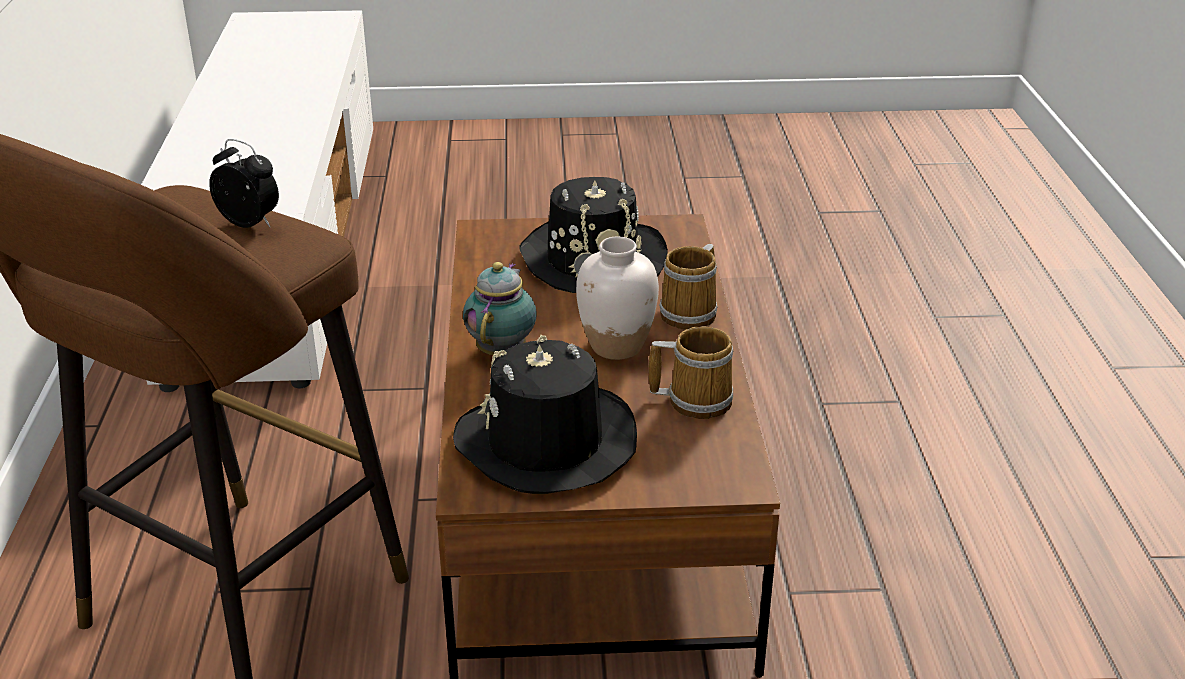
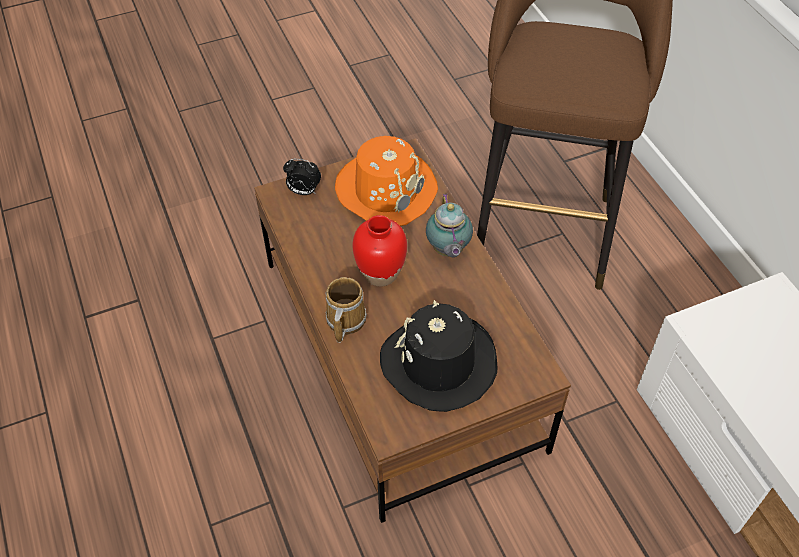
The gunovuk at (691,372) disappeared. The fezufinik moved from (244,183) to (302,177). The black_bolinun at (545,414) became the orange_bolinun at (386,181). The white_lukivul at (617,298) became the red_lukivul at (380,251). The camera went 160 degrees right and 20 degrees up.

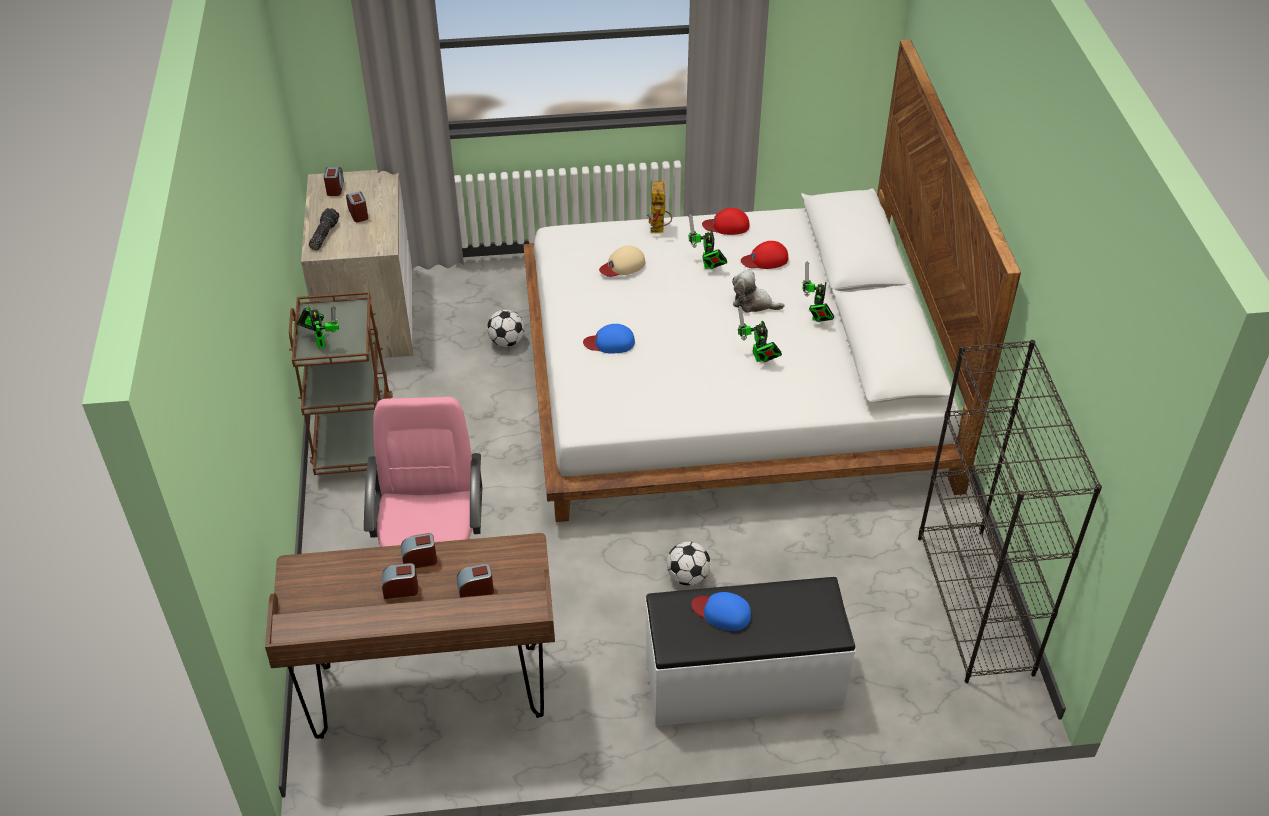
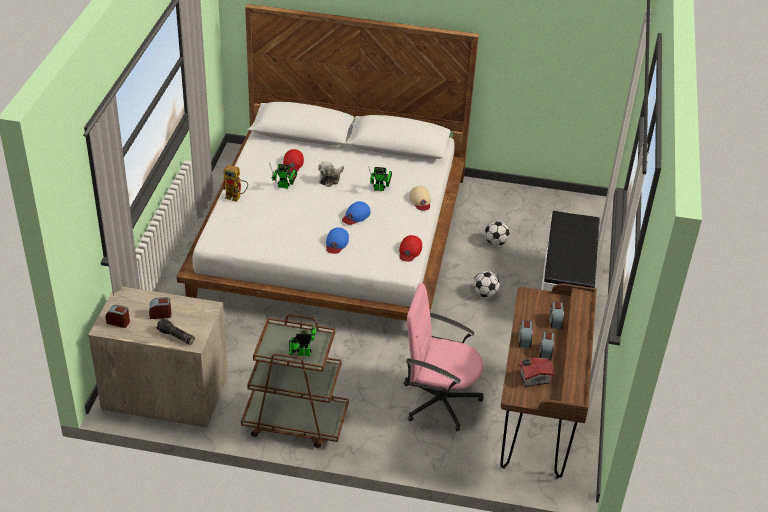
The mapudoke at (818,291) disappeared. The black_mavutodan at (1010,511) disappeared. The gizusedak at (536,372) appeared. The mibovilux moved from (506,328) to (497,233). The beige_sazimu moved from (622,261) to (420,198). The blue_sazimu moved from (721,611) to (356,213). The red_sazimu moved from (726,221) to (410,248). The camera went 75 degrees left and 5 degrees down.

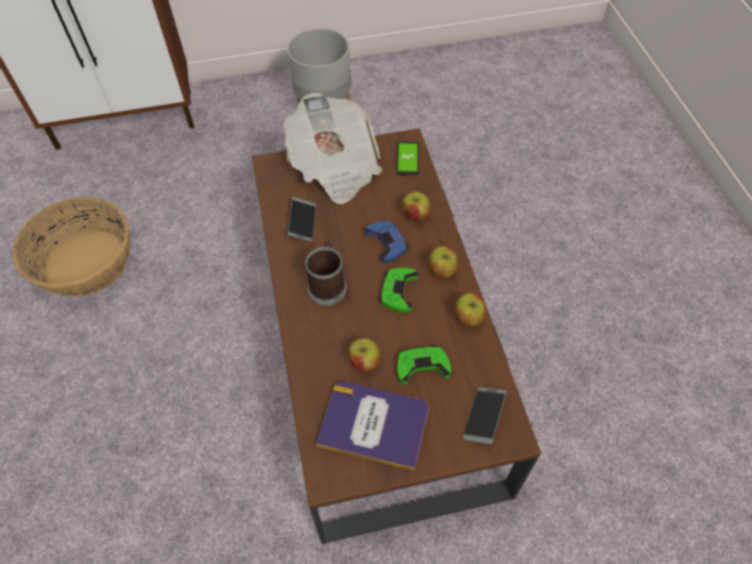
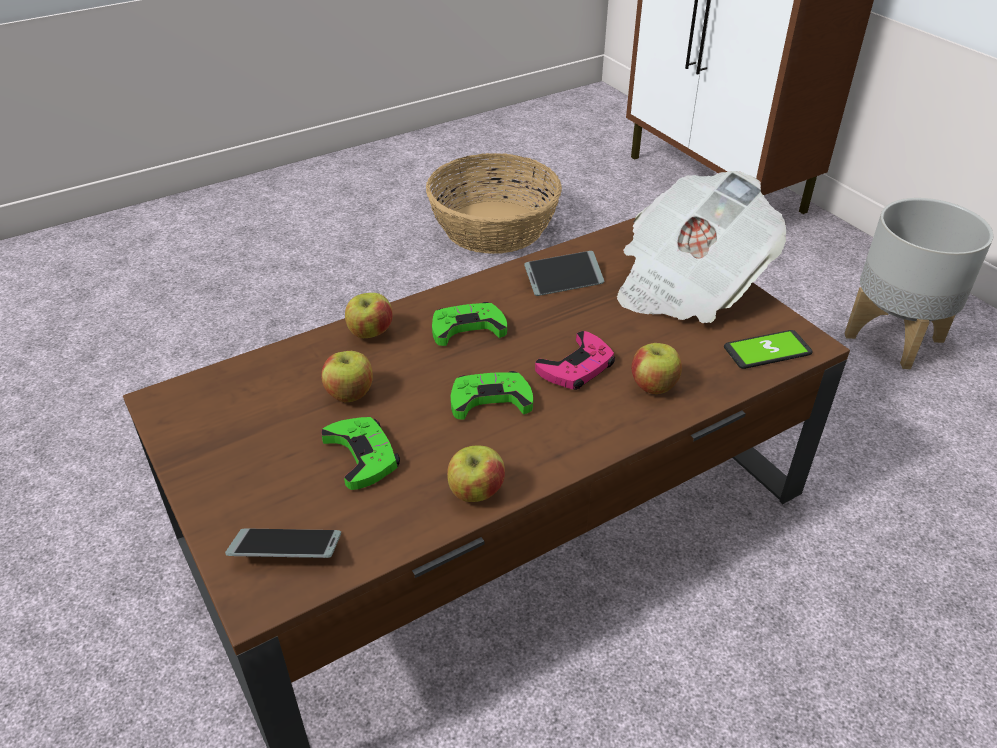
The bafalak at (372,426) disappeared. The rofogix moved from (443,261) to (369,315). The gunovuk at (326,273) was replaced by the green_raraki at (469,324). The blue_raraki at (386,242) became the pink_raraki at (575,360). The camera went 70 degrees right and 15 degrees down.

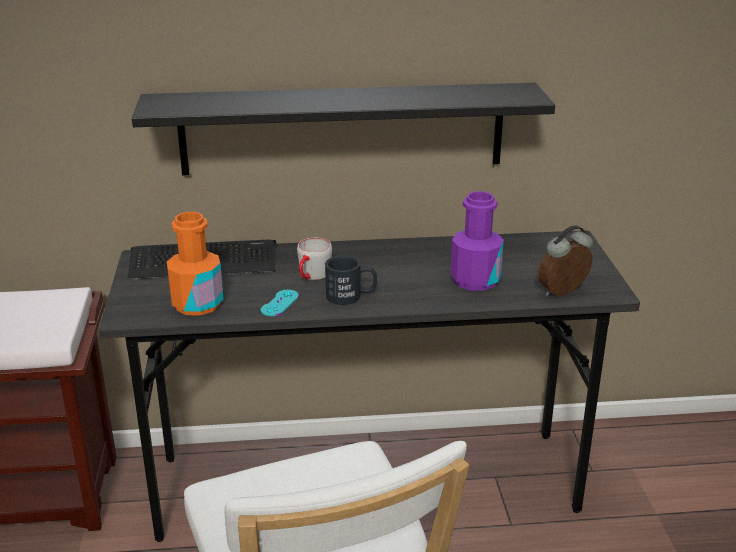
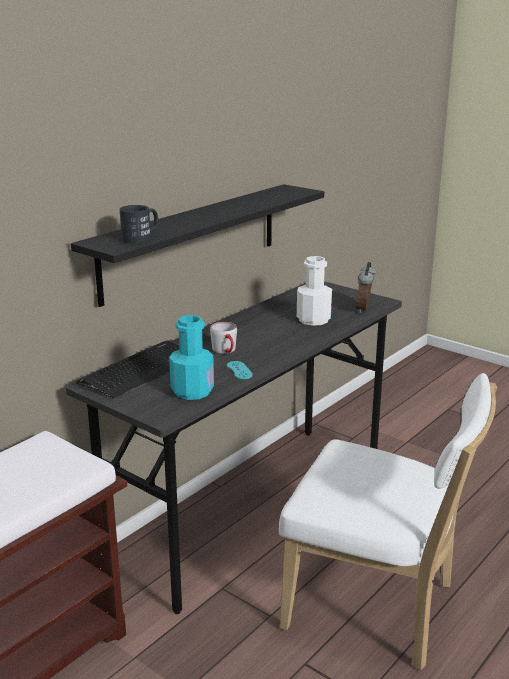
The black_gunovuk moved from (351,280) to (139,224). The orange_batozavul at (195,264) became the turquoise_batozavul at (191,357). The purple_batozavul at (477,241) became the white_batozavul at (314,291). The camera went 45 degrees left and 5 degrees down.

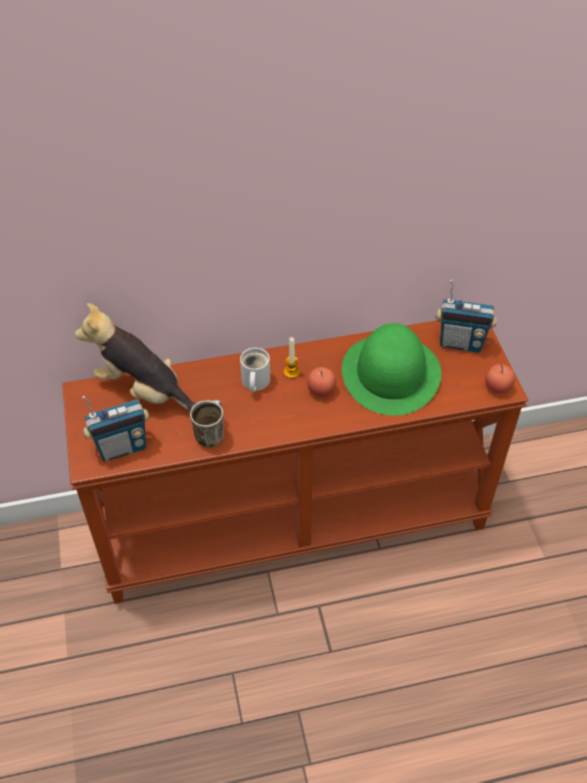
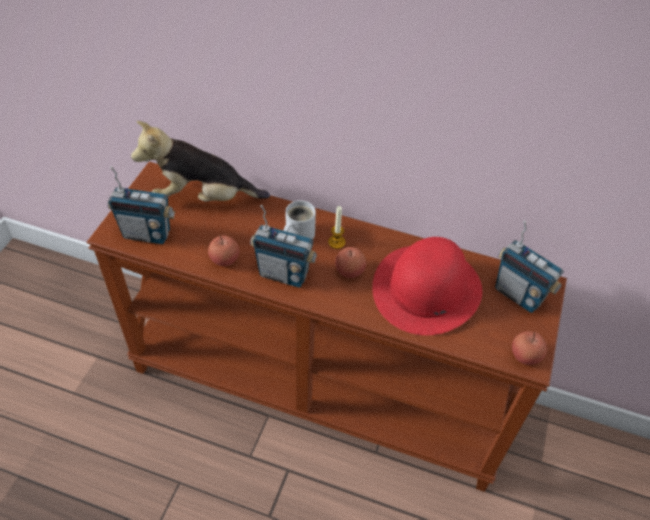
The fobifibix at (283,246) appeared. The gunovuk at (207,424) was replaced by the rofogix at (223,250). The green_bolinun at (391,369) became the red_bolinun at (427,286). The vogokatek at (135,357) turned 60 degrees counterclockwise. The camera went 30 degrees right and 0 degrees up.

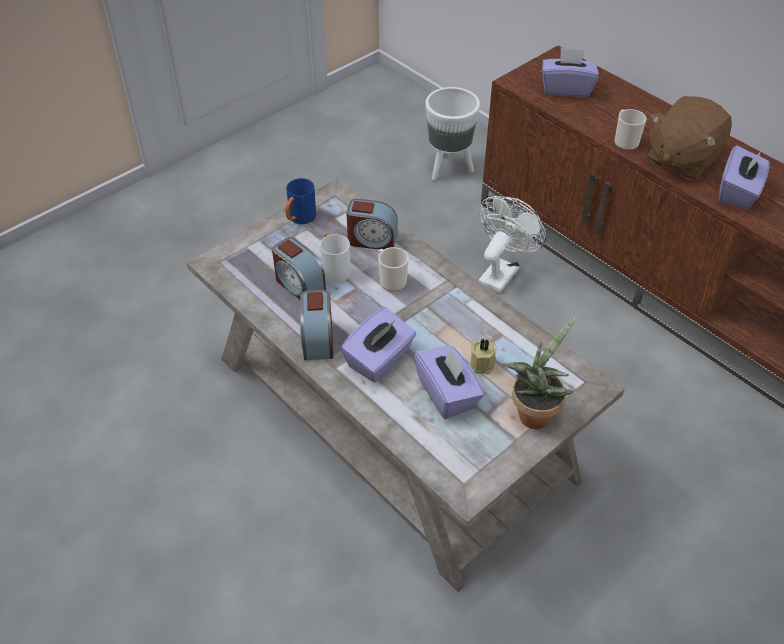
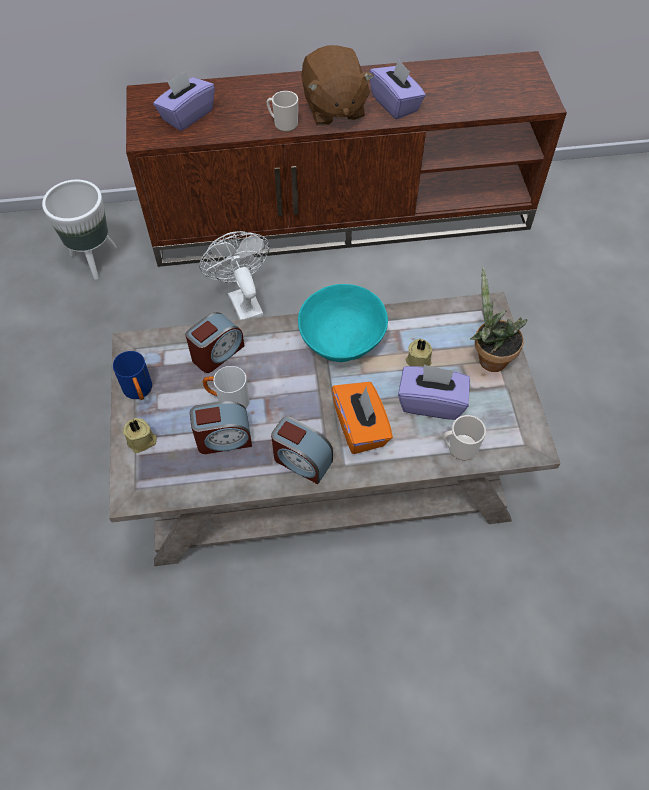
The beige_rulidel at (140,435) appeared. The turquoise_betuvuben at (343,323) appeared. The gunovuk moved from (393,269) to (464,437). The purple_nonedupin at (378,344) became the orange_nonedupin at (362,418). The camera went 55 degrees left and 10 degrees up.

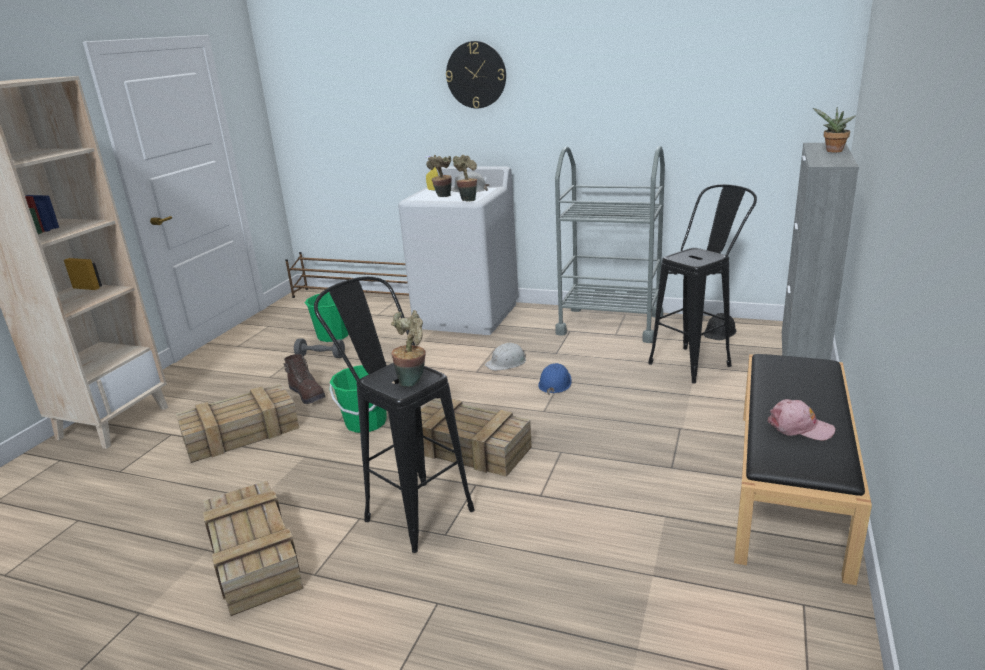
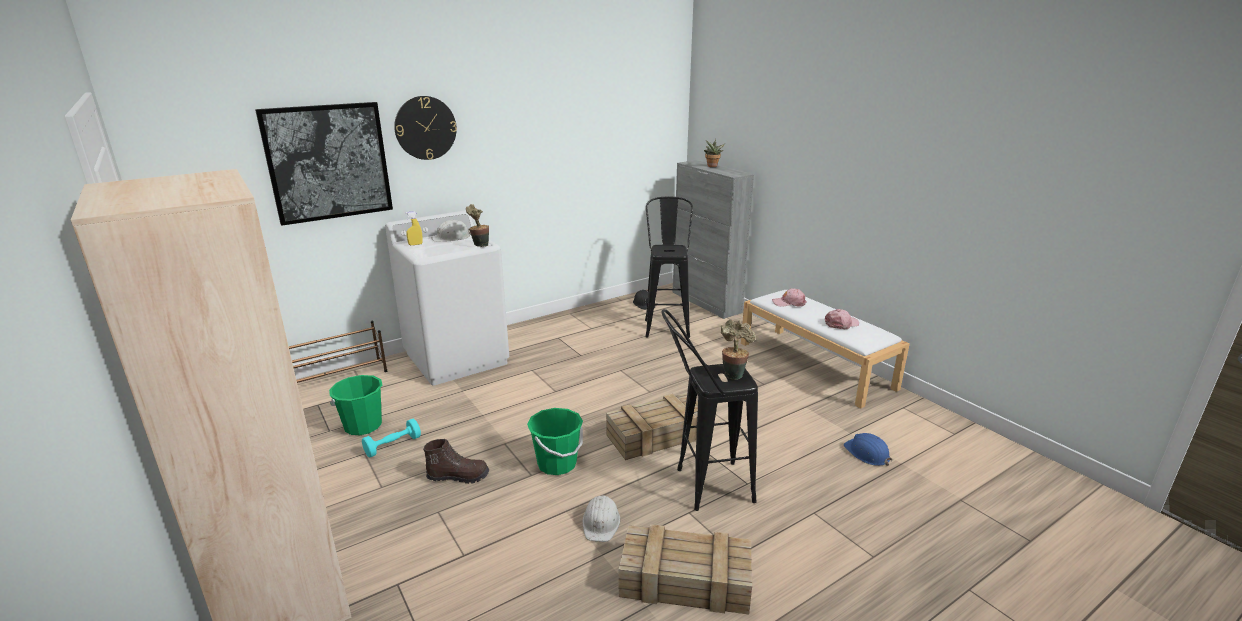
The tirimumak at (237,423) disappeared. The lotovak at (439,176) disappeared. The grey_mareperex at (610,244) disappeared. The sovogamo at (324,164) appeared. The pink_sazimu at (789,297) appeared. The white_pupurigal moved from (505,357) to (601,519). The blue_pupurigal moved from (555,379) to (868,449). The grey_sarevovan at (319,348) became the turquoise_sarevovan at (391,438). The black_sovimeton at (803,469) became the white_sovimeton at (825,349). The camera went 55 degrees left and 0 degrees up.

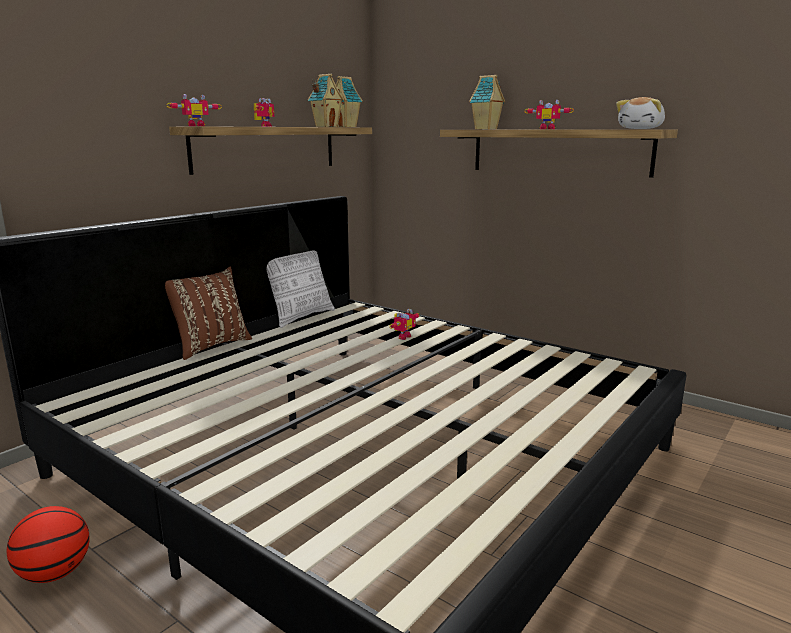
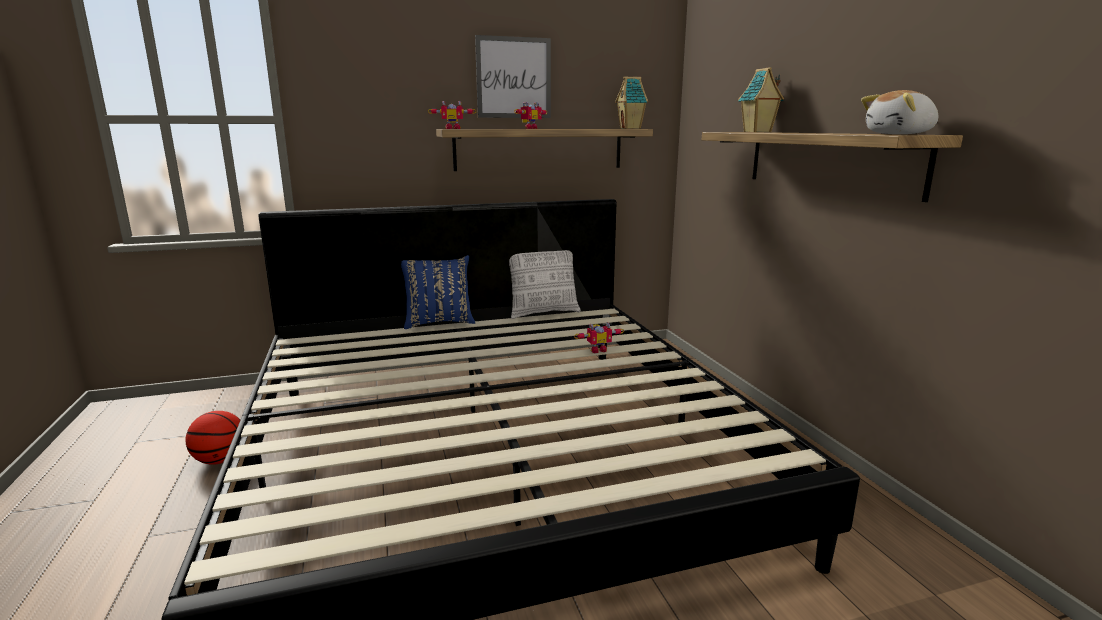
The gizusedak at (326,100) disappeared. The mapudoke at (549,114) disappeared. The sovogamo at (513,76) appeared. The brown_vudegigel at (208,313) became the blue_vudegigel at (438,292). The camera went 35 degrees right and 0 degrees up.

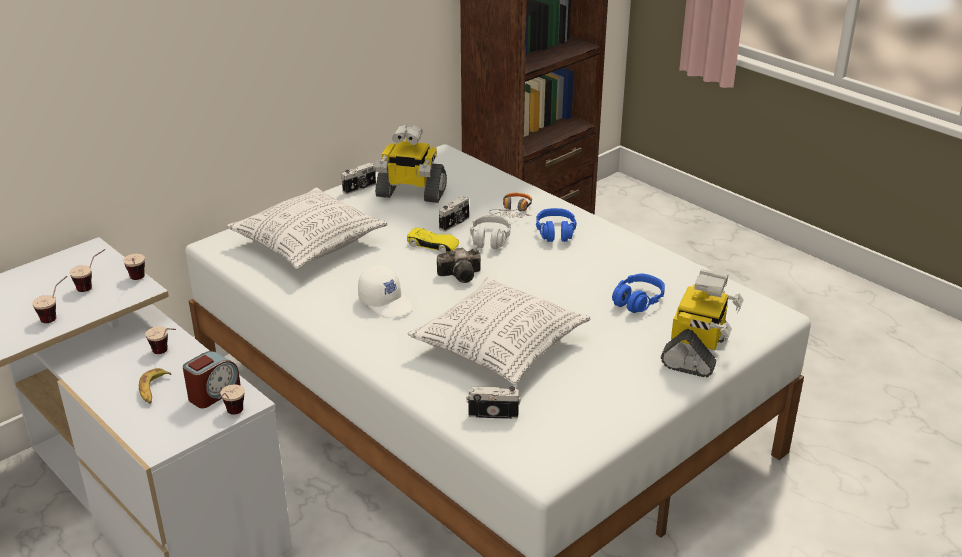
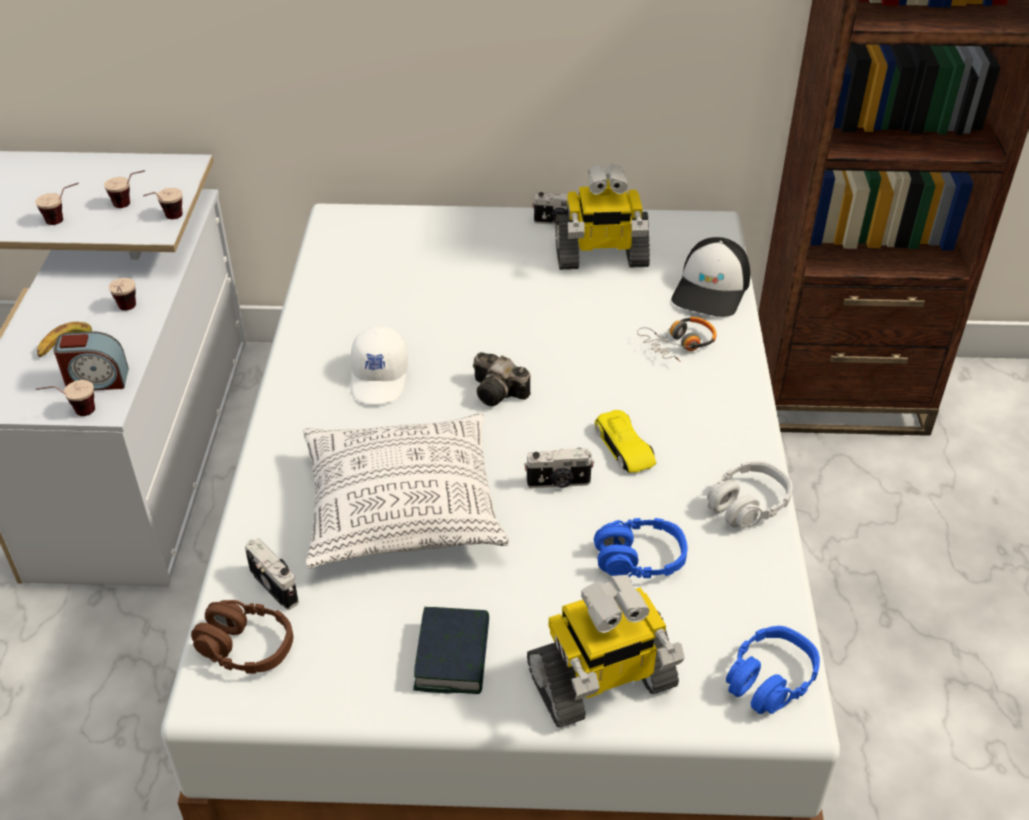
The vudegigel at (307,228) disappeared. The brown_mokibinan at (242,637) appeared. The bafalak at (451,650) appeared. The sazimu at (710,277) appeared. The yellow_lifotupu moved from (433,240) to (625,441). The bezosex moved from (454,214) to (559,468). The grey_mokibinan moved from (490,232) to (750,494). The blue_mokibinan moved from (556,225) to (773,670). The mapudoke at (411,163) turned 60 degrees counterclockwise. The camera went 45 degrees right and 10 degrees up.

